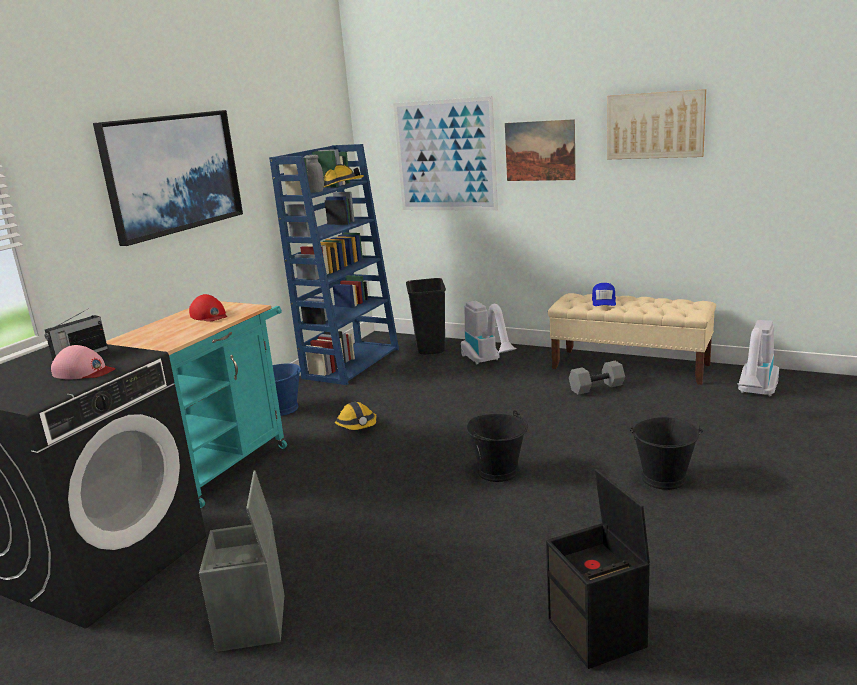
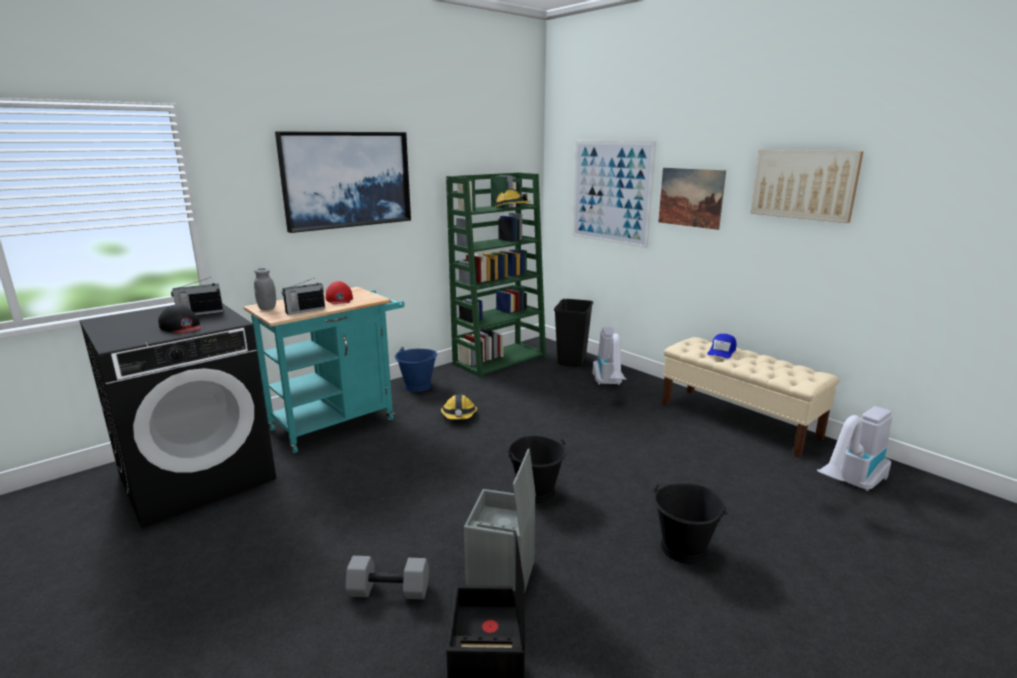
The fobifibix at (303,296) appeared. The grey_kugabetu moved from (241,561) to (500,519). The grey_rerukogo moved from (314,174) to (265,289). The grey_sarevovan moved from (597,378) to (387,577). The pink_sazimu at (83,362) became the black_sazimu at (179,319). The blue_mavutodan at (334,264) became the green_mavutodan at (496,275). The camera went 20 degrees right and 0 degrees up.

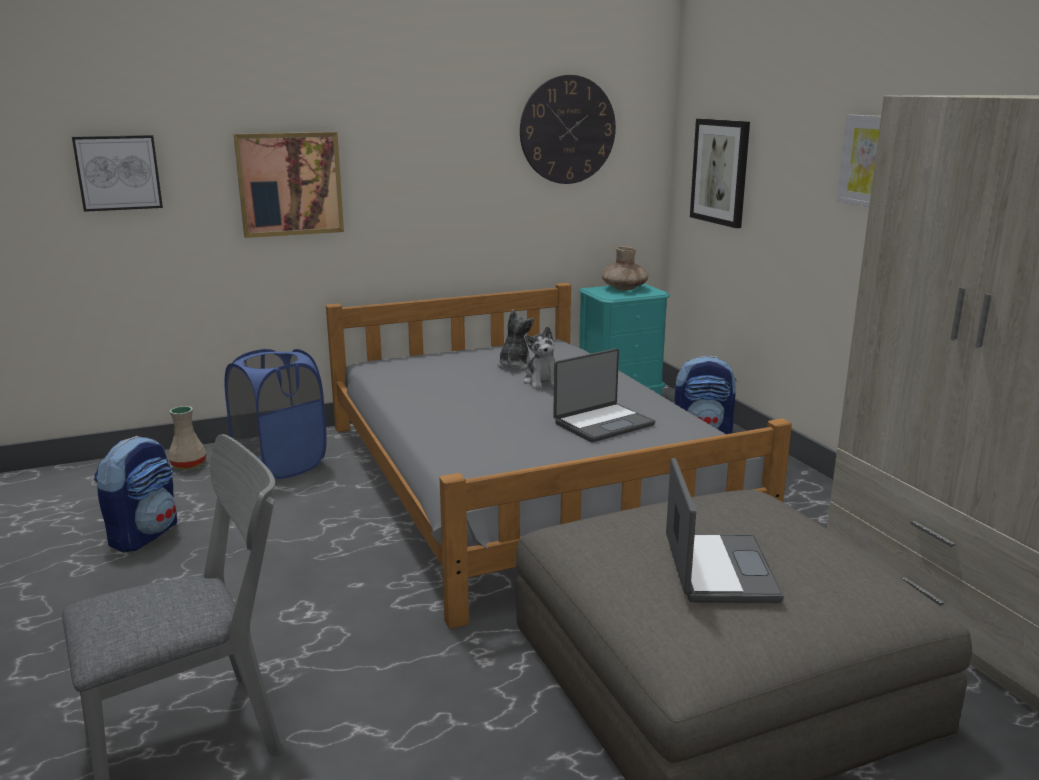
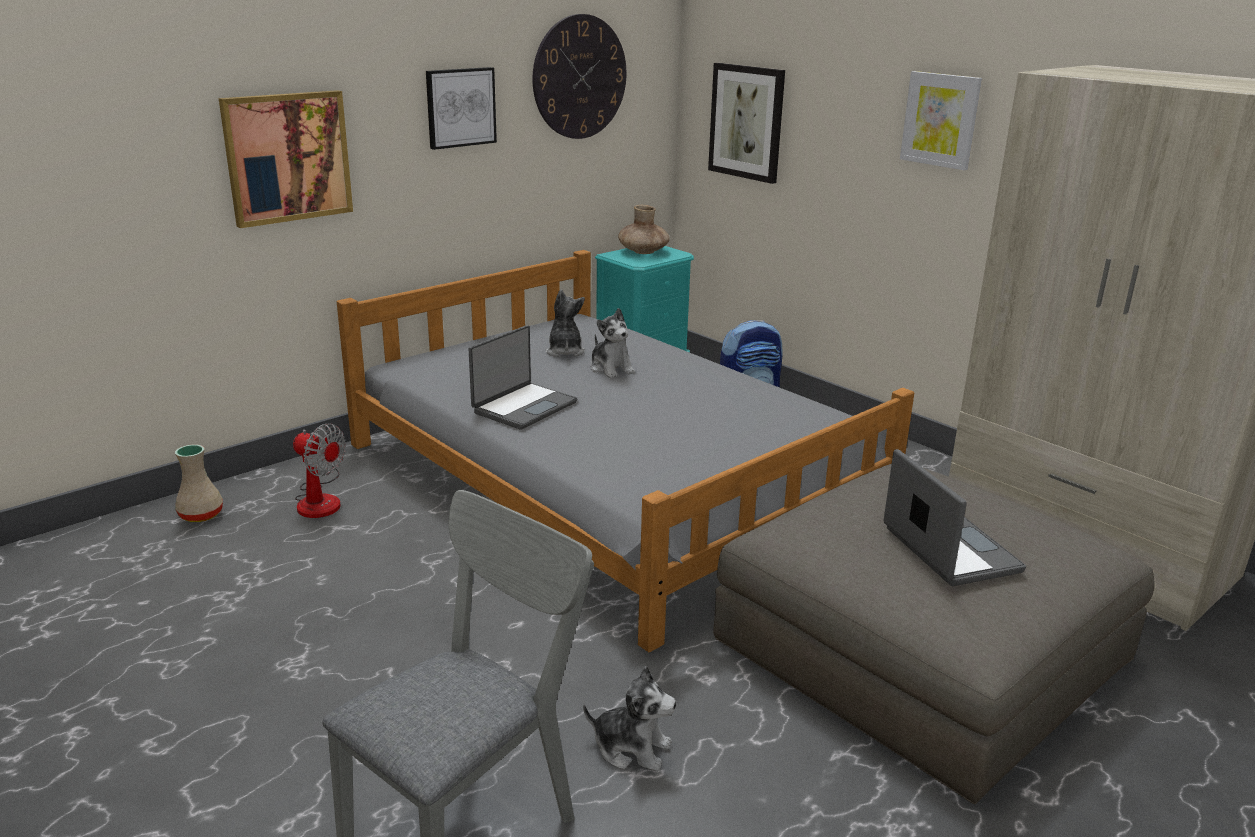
The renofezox at (135,494) disappeared. The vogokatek at (629,719) appeared. The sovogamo moved from (117,173) to (461,108). The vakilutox moved from (604,395) to (523,377). The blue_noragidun at (275,414) was replaced by the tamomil at (319,470). The camera went 20 degrees left and 5 degrees up.

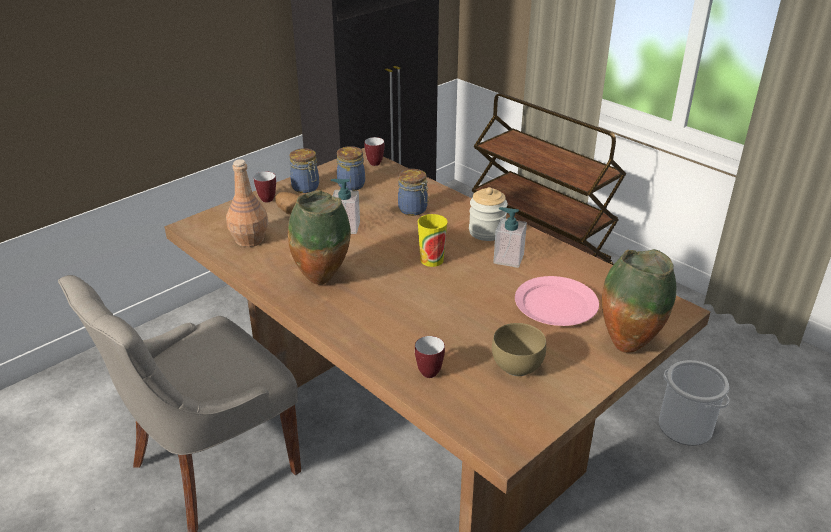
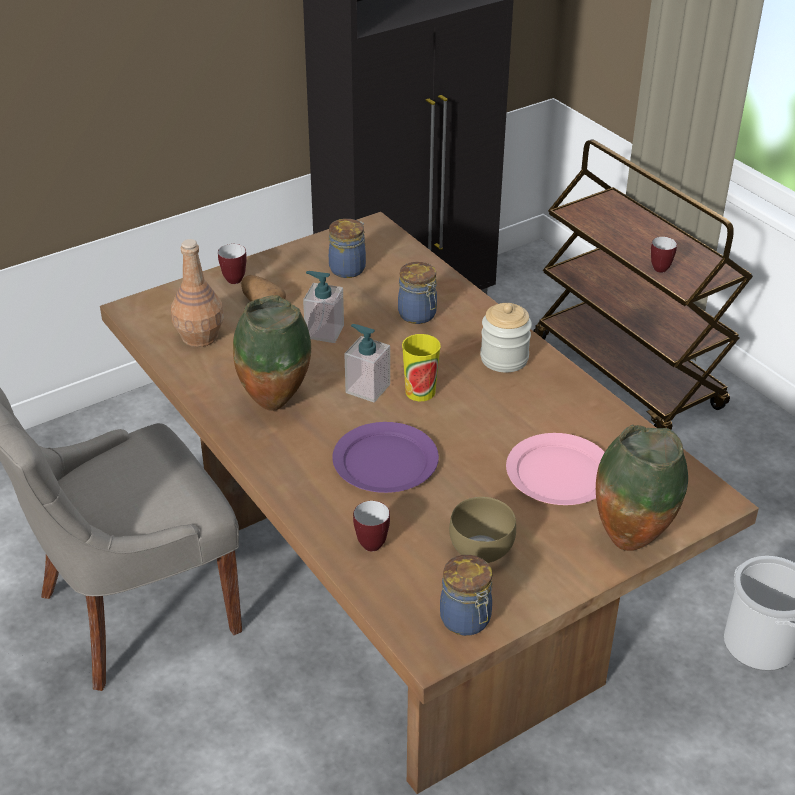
The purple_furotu at (385,457) appeared. The rerukogo moved from (304,170) to (466,595). The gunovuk moved from (374,151) to (664,255). The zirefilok moved from (510,237) to (367,363). The camera went 10 degrees right and 5 degrees up.

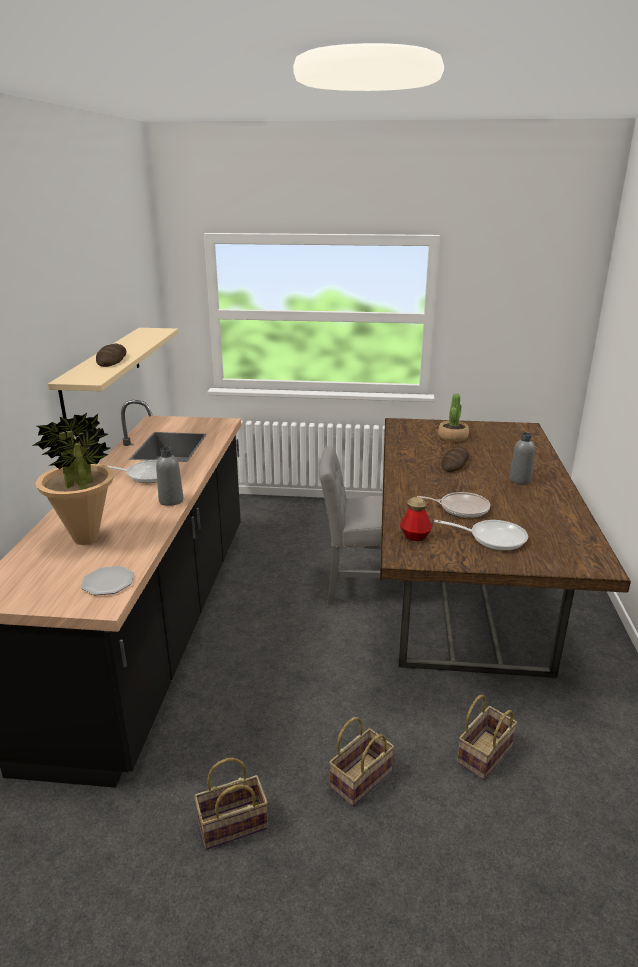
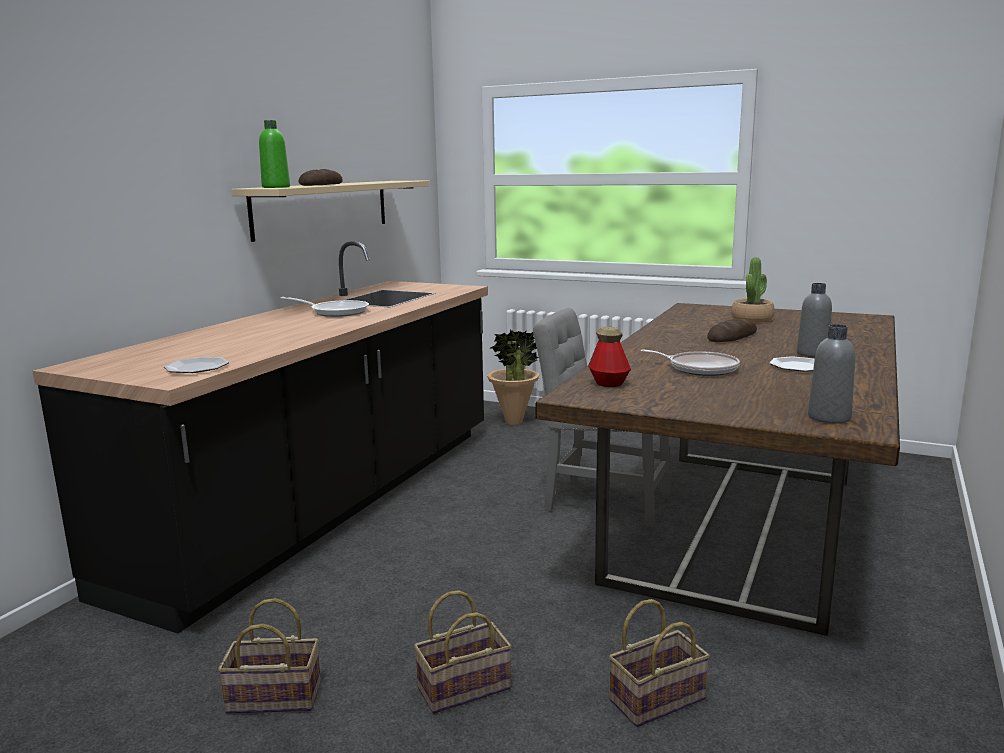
The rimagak at (481,535) disappeared. The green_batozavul at (274,154) appeared. The furotu at (792,364) appeared. The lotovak moved from (73,479) to (513,377). The grey_batozavul moved from (169,476) to (832,374). The camera went 20 degrees right and 10 degrees down.

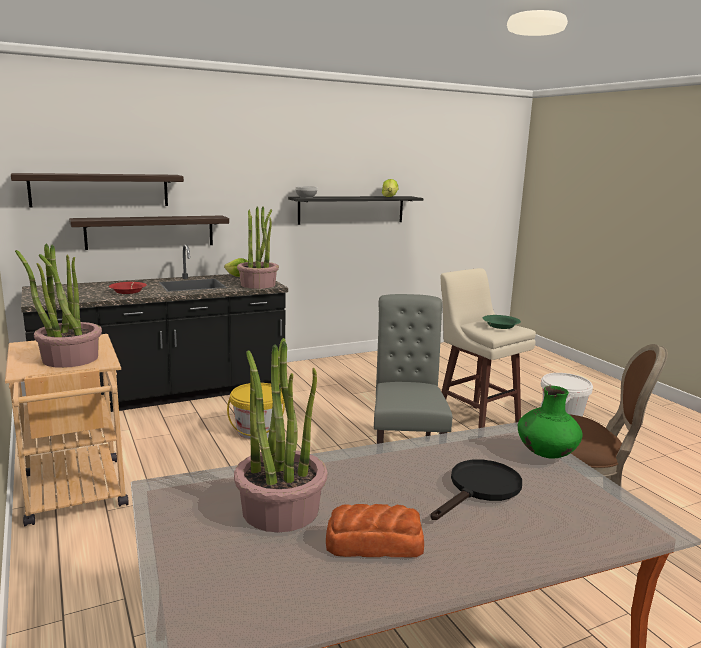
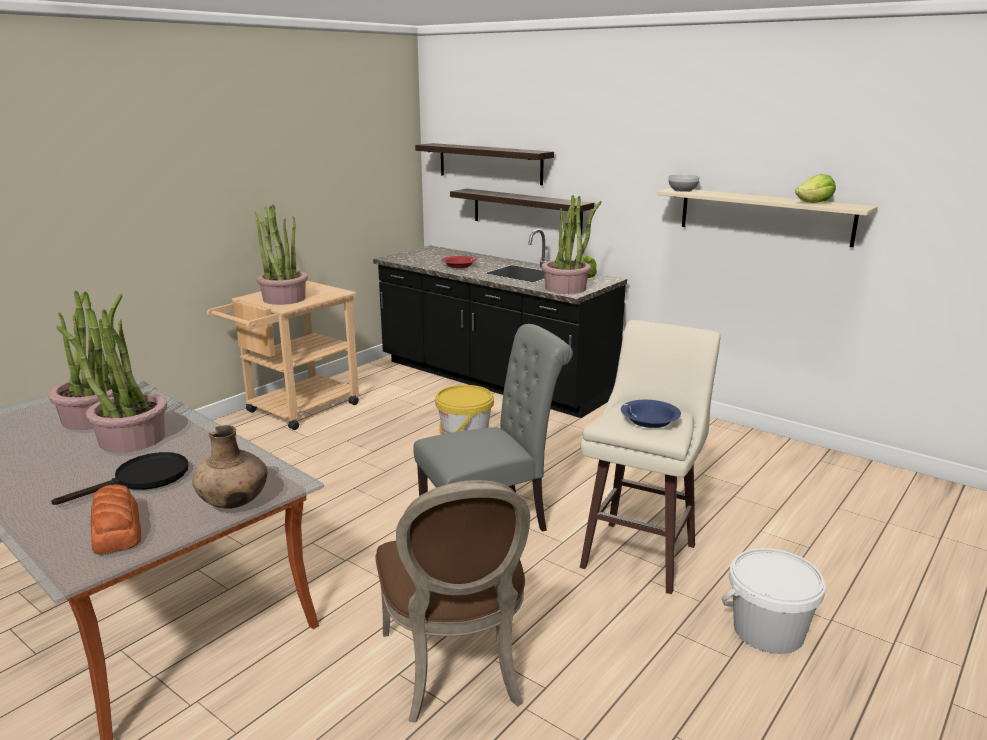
The lotovak at (111,381) appeared. The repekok moved from (375,531) to (116,519). The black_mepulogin at (355,210) became the beige_mepulogin at (767,217). The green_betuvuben at (502,322) became the blue_betuvuben at (651,414). The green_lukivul at (550,422) became the brown_lukivul at (229,467). The black_rimagak at (476,490) turned 60 degrees counterclockwise. The camera went 65 degrees right and 5 degrees up.

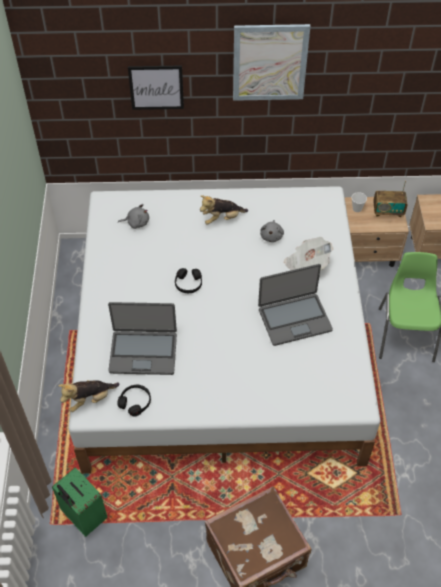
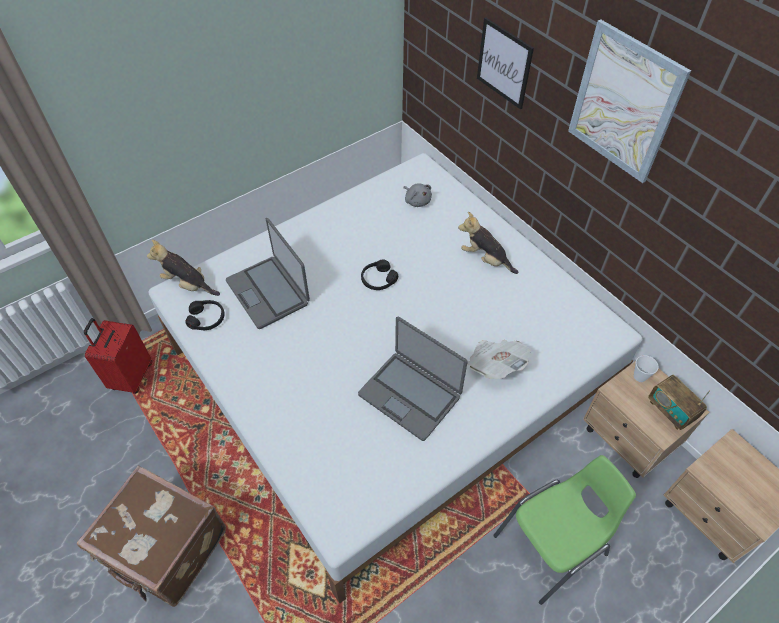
The grey_vogokatek at (272,231) disappeared. The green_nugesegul at (80,502) became the red_nugesegul at (118,356). The camera went 55 degrees right and 0 degrees up.

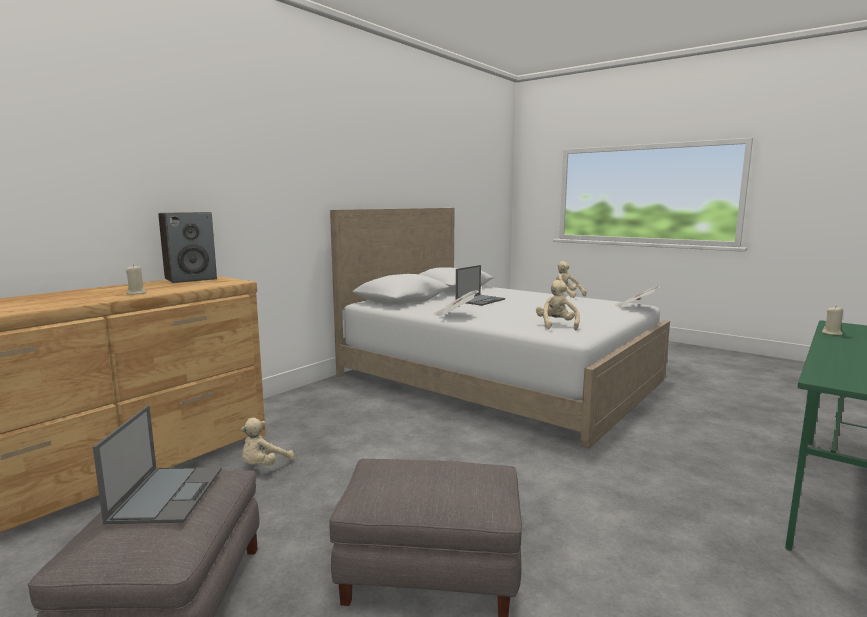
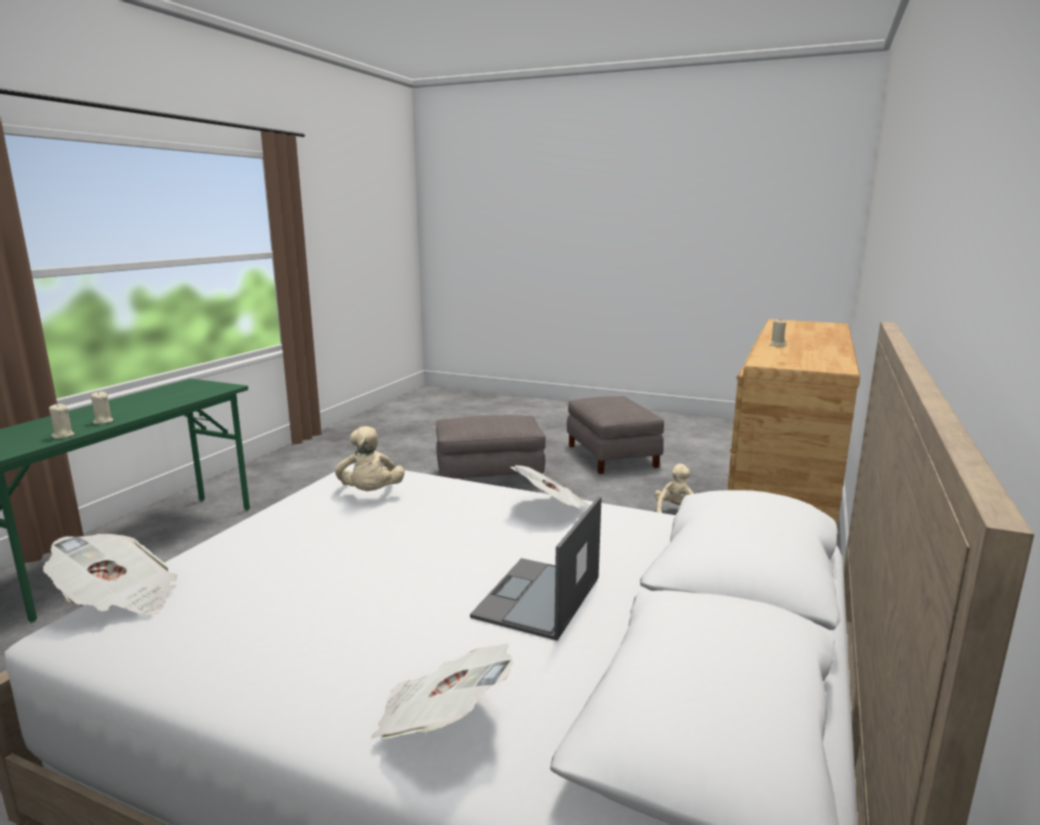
The vakilutox at (157,464) disappeared. The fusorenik at (187,247) disappeared. The beige_vogokatek at (571,279) disappeared. The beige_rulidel at (102,408) appeared. The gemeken at (442,691) appeared. The camera went 165 degrees right and 5 degrees up.

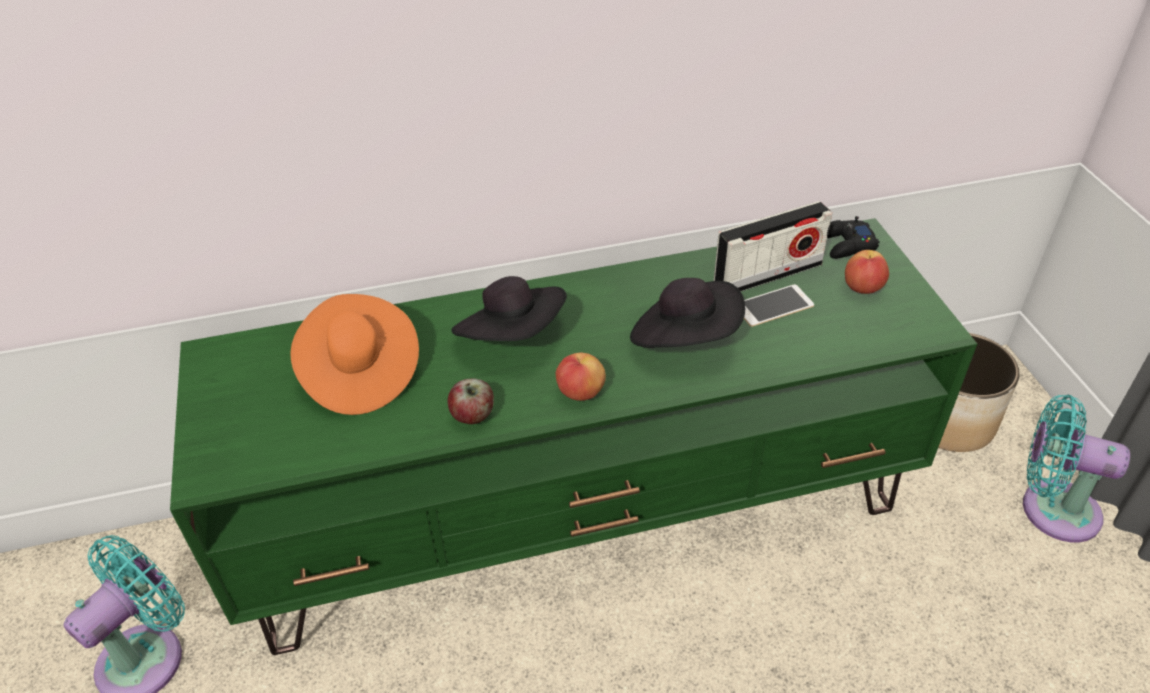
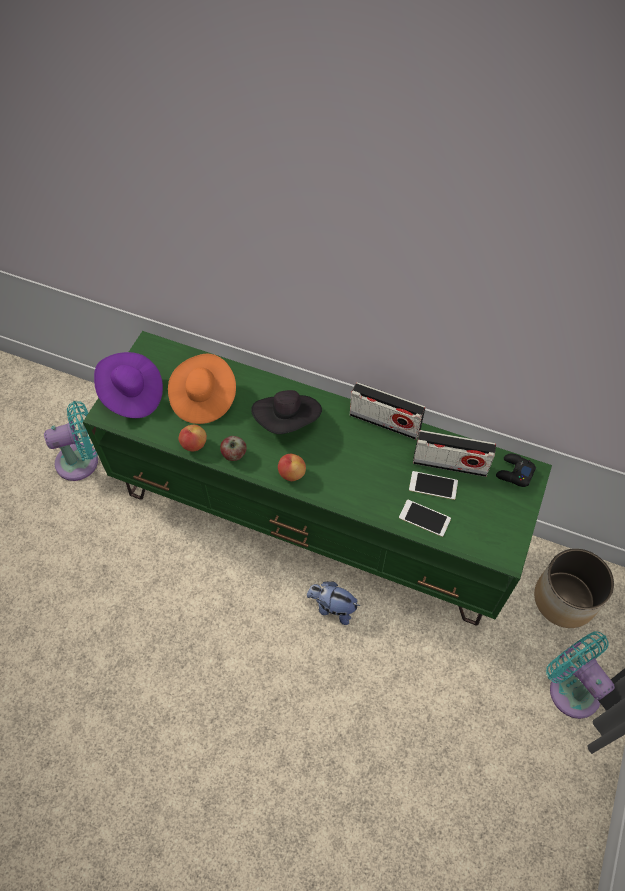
The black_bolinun at (687,313) disappeared. The purple_bolinun at (128,385) appeared. The vogokatek at (333,603) appeared. The fobifibix at (388,411) appeared. The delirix at (425,518) appeared. The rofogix moved from (867,272) to (192,438). The camera went 35 degrees right and 15 degrees up.

